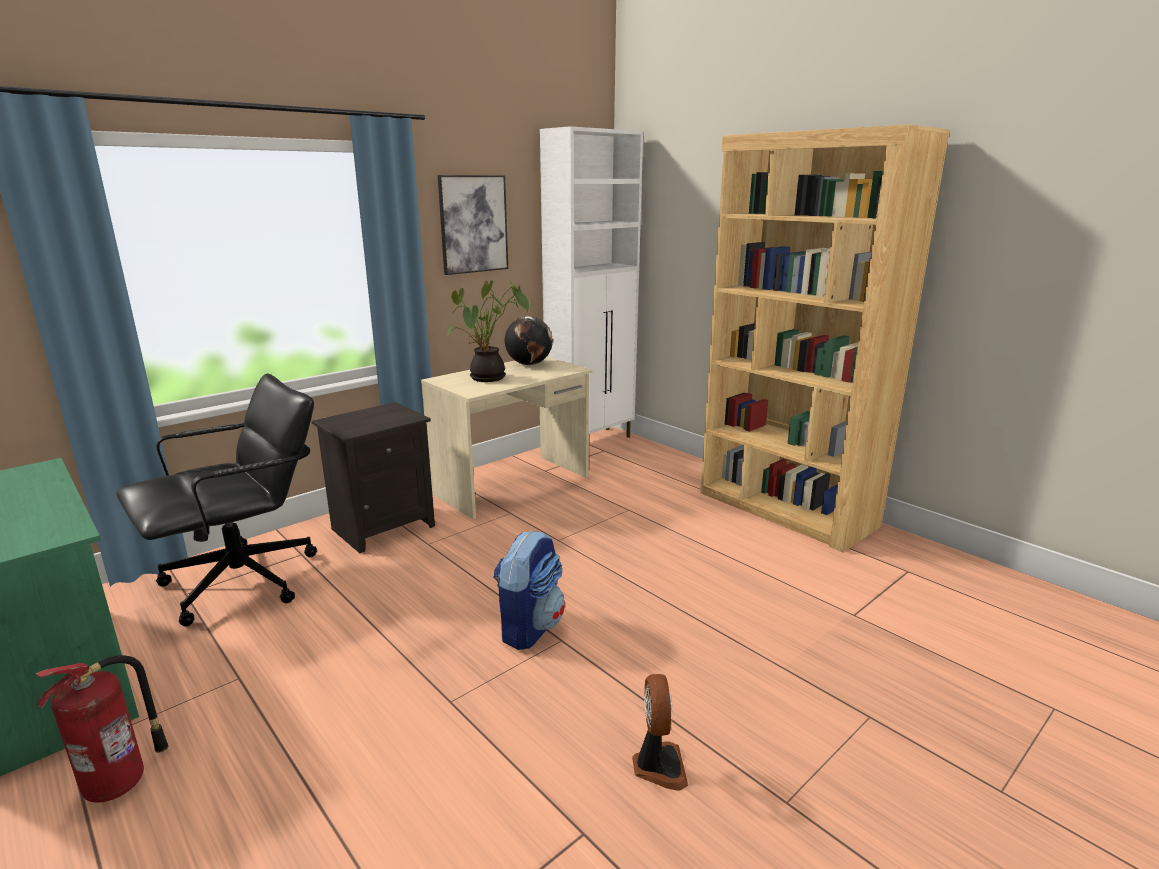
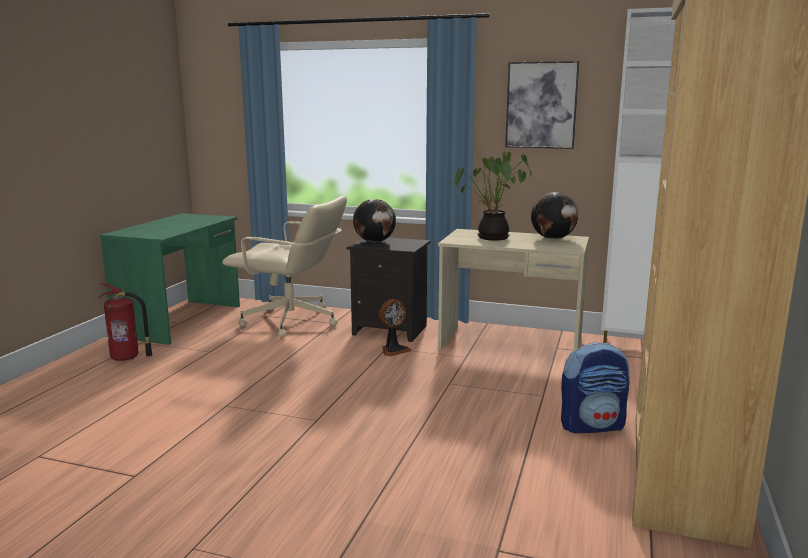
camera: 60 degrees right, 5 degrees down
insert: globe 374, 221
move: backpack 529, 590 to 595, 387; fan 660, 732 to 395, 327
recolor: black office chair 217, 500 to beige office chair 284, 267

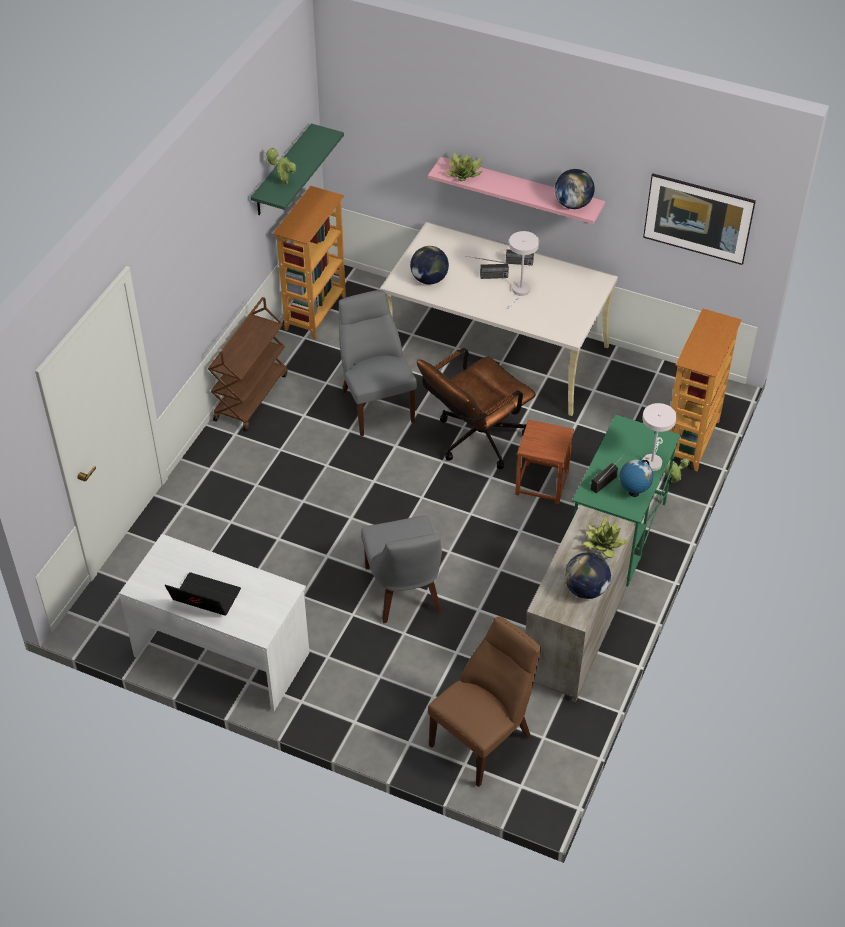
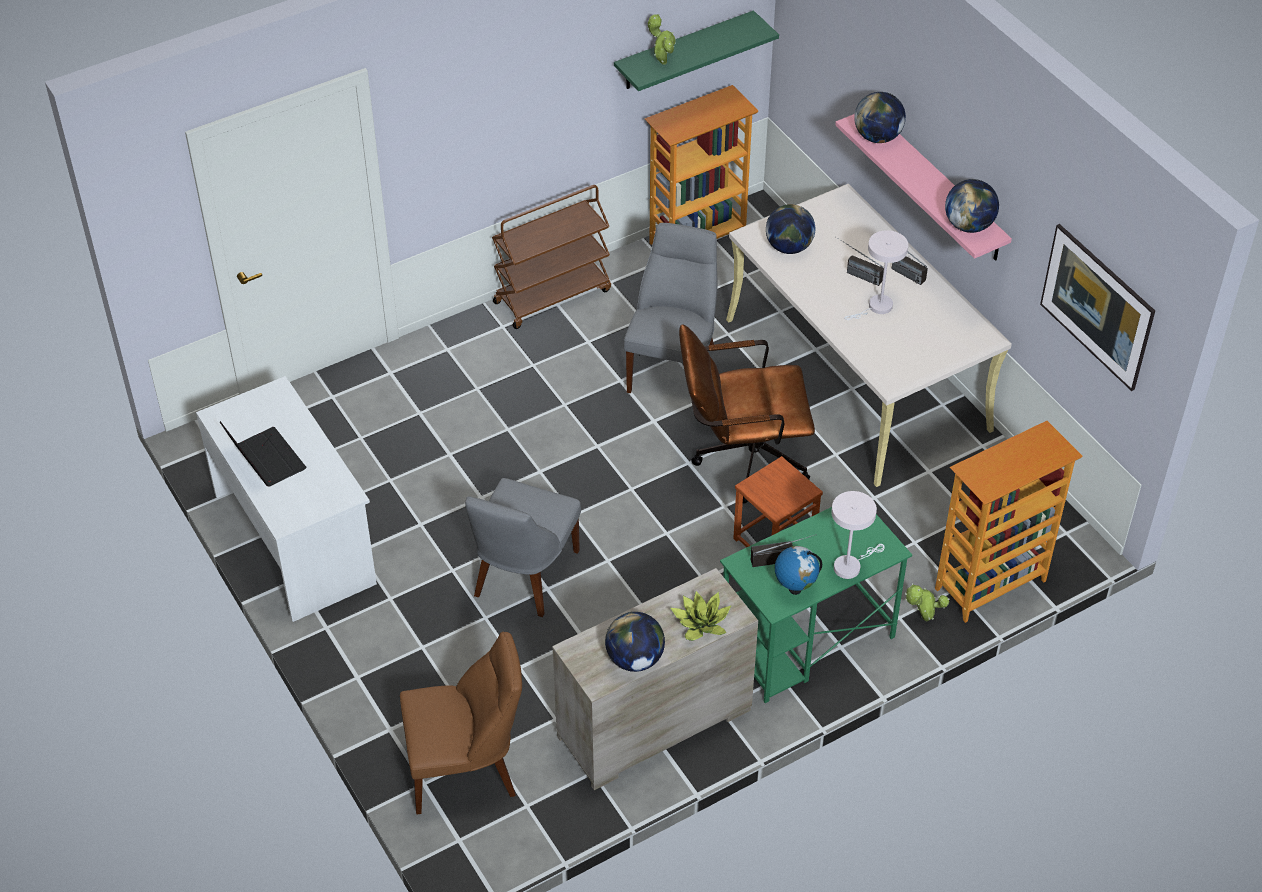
camera: 35 degrees right, 0 degrees up
replace: potted plant 463, 166 to globe 880, 117

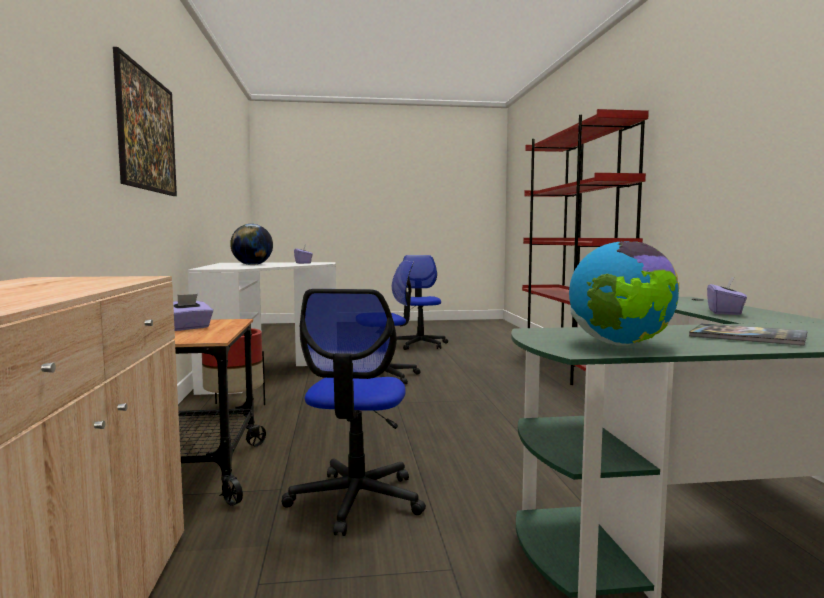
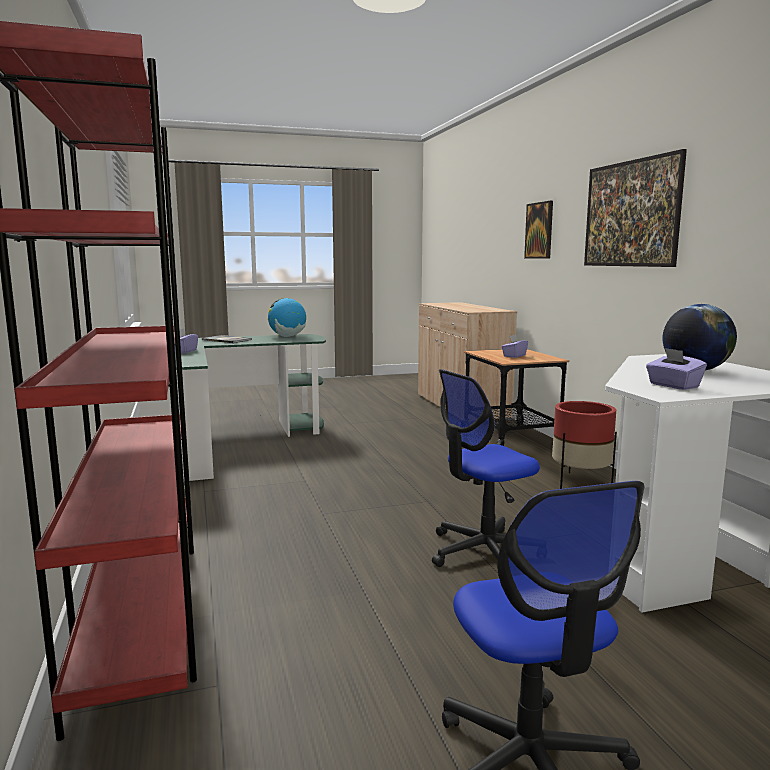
camera: 170 degrees right, 5 degrees up
delete: office chair 354, 412
insert: picture 538, 230

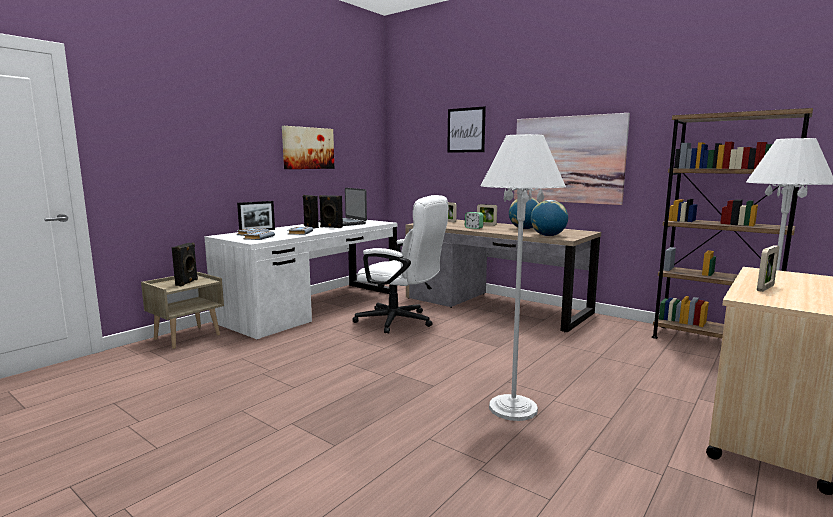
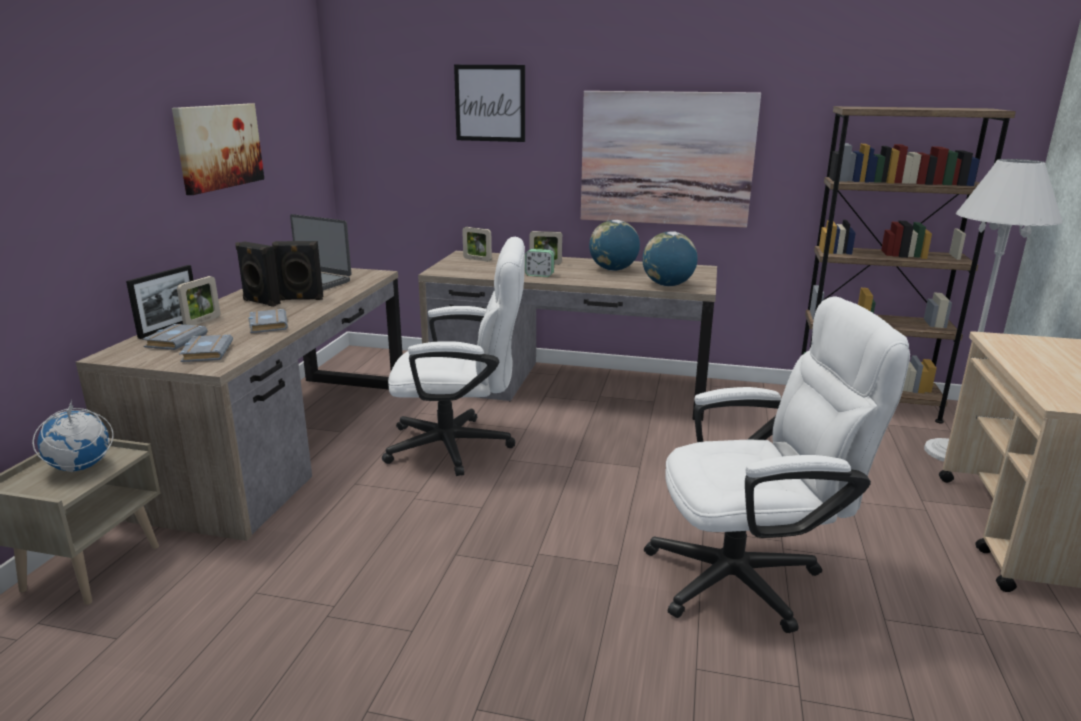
camera: 25 degrees left, 10 degrees up
move: picture frame 768, 268 to 198, 300
replace: white floor lamp 523, 277 to white office chair 777, 464; black speaker 185, 264 to globe 72, 436
recolor: white desk 300, 279 to brown desk 239, 404

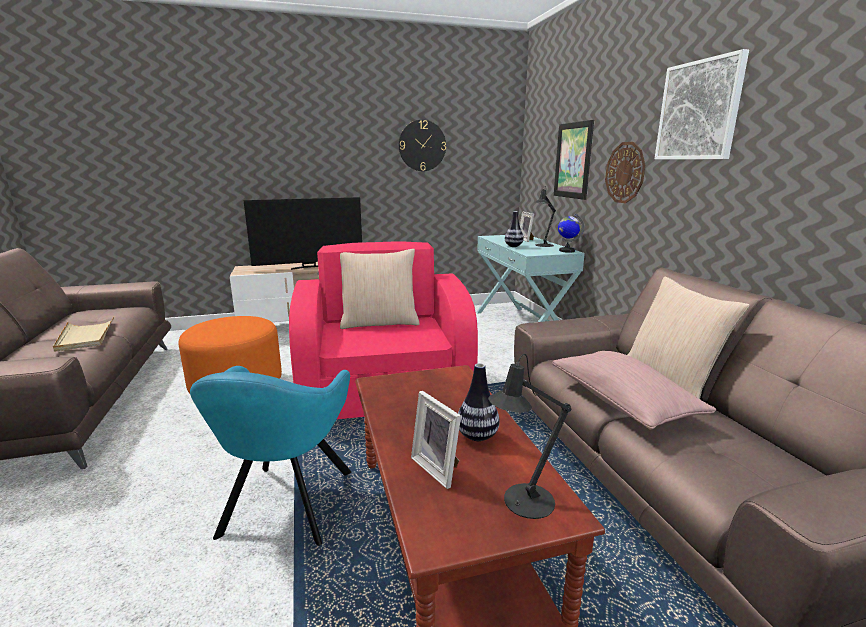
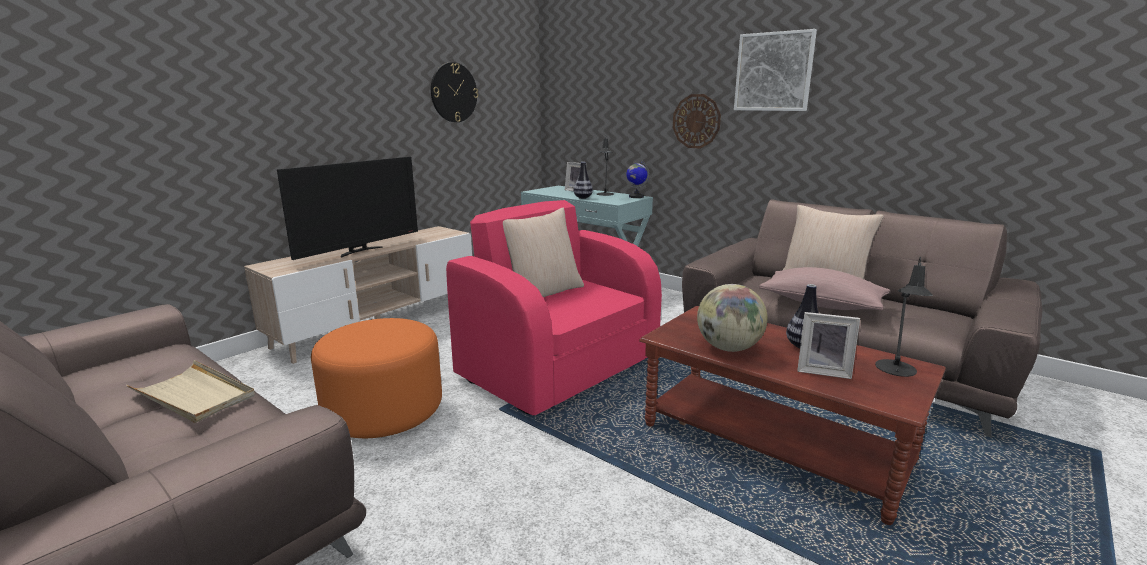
camera: 35 degrees left, 0 degrees up
delete: picture 574, 160; turquoise armchair 270, 456
insert: globe 732, 318

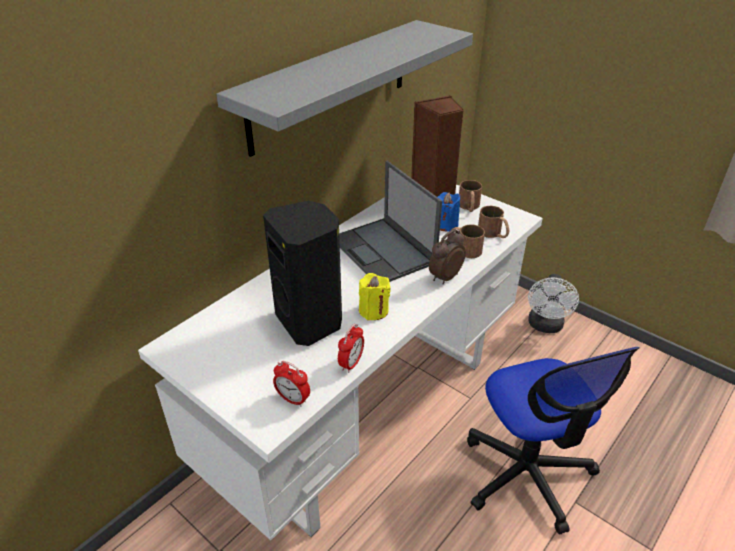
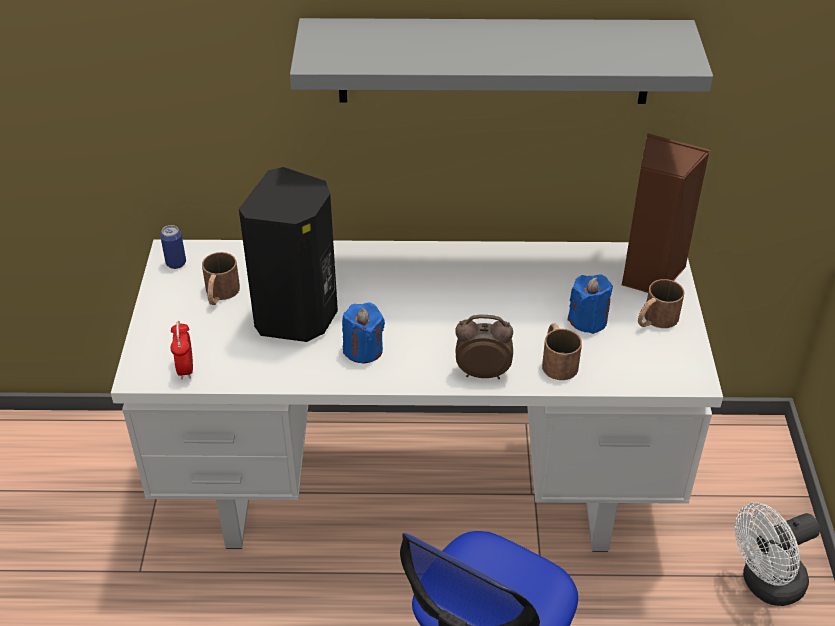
camera: 50 degrees right, 5 degrees up
delete: laptop 390, 221; alarm clock 351, 348
insert: can 173, 247
move: brown mug 493, 222 to 221, 278
recolor: yellow candle 375, 296 to blue candle 363, 332

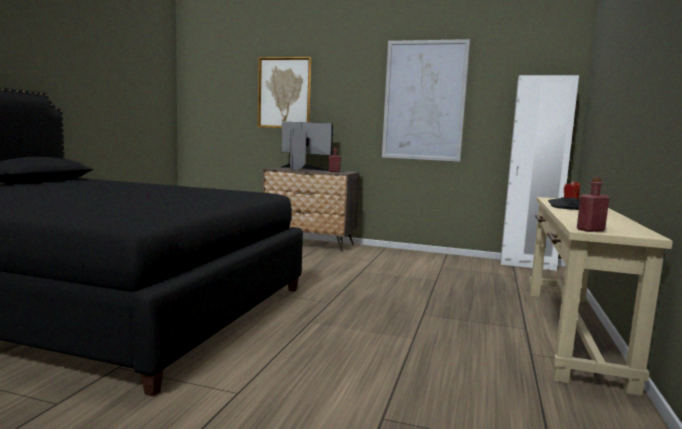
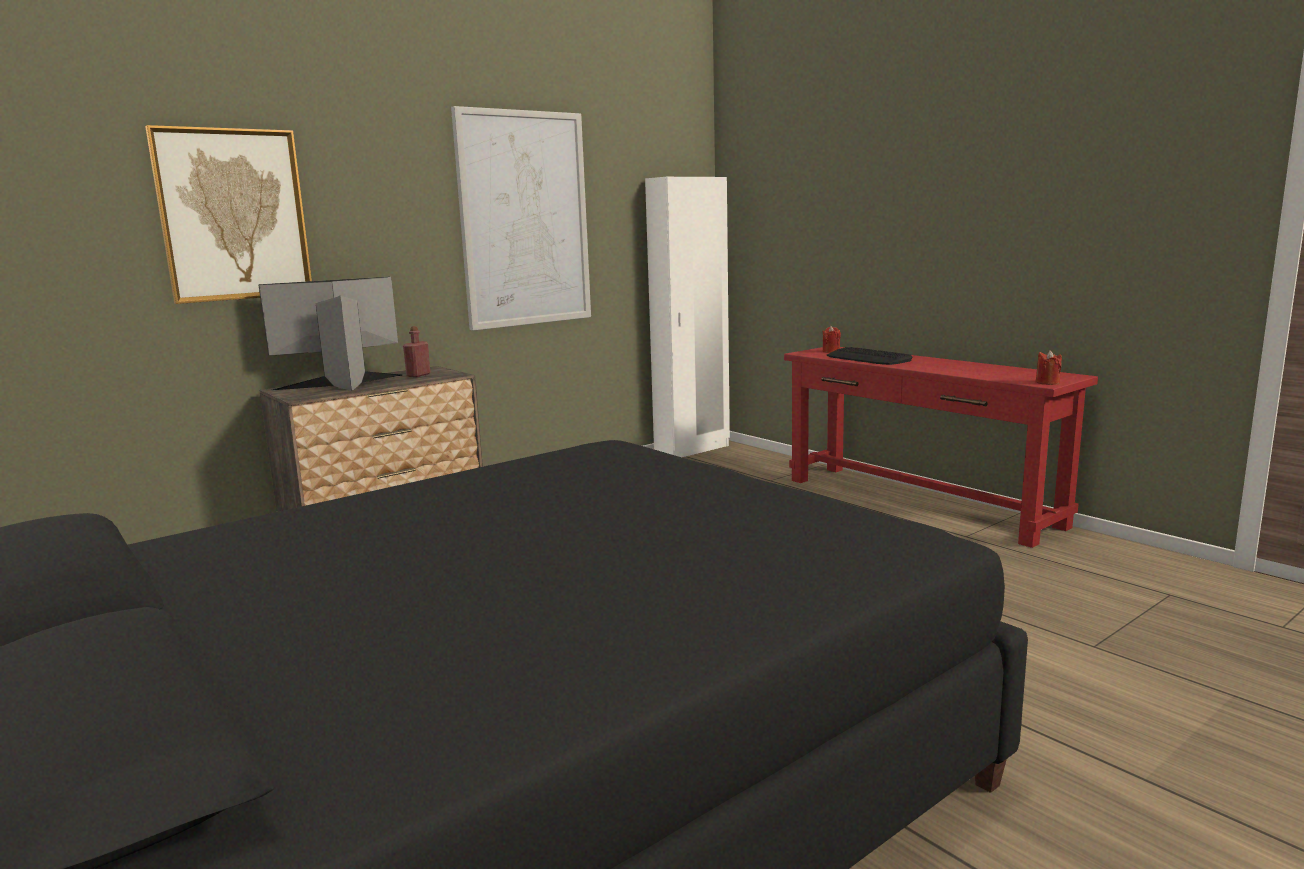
camera: 55 degrees left, 5 degrees up
replace: red bottle 593, 204 to red candle 1049, 367
recolor: beige console table 601, 296 to red console table 941, 447

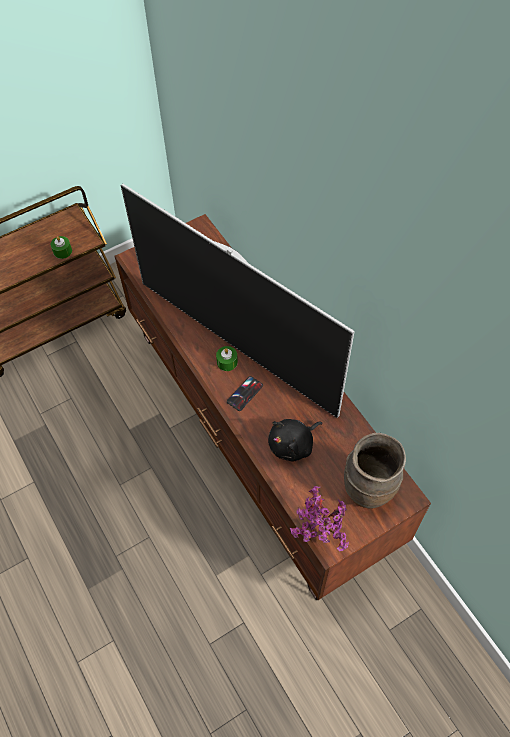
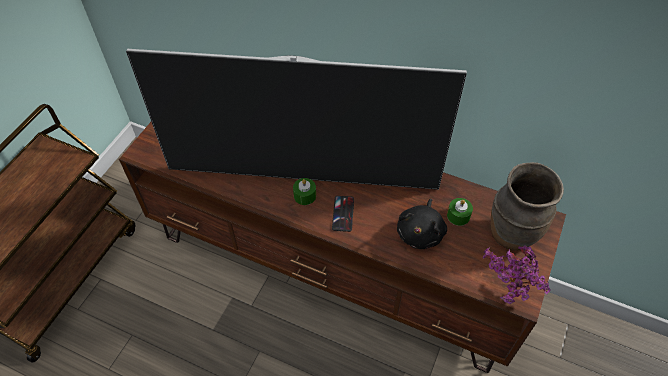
camera: 35 degrees left, 5 degrees down
move: green candle 61, 247 to 460, 212

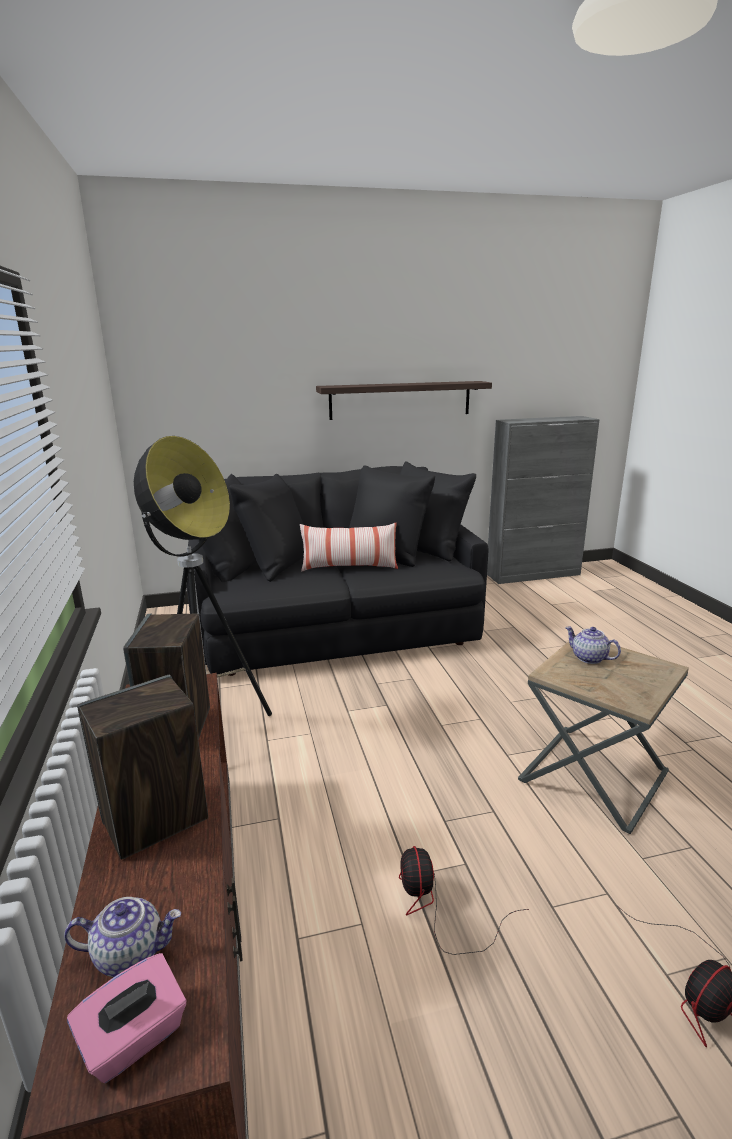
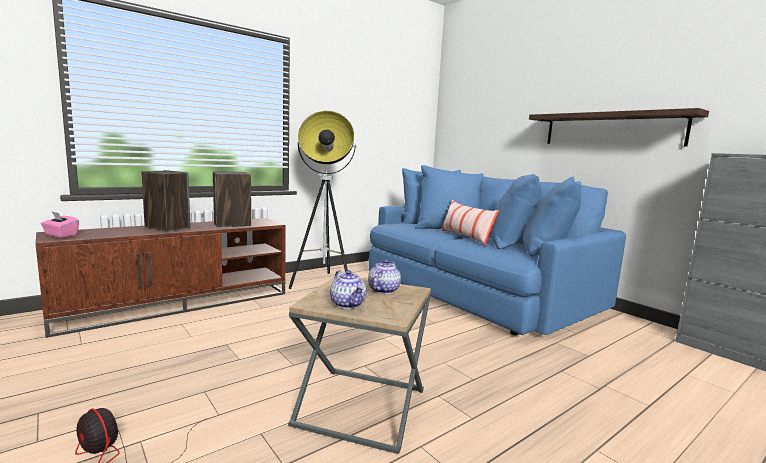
camera: 65 degrees right, 10 degrees down
delete: fan 464, 900
move: teapot 122, 937 to 348, 289
recolor: black sofa 338, 568 to blue sofa 497, 250

